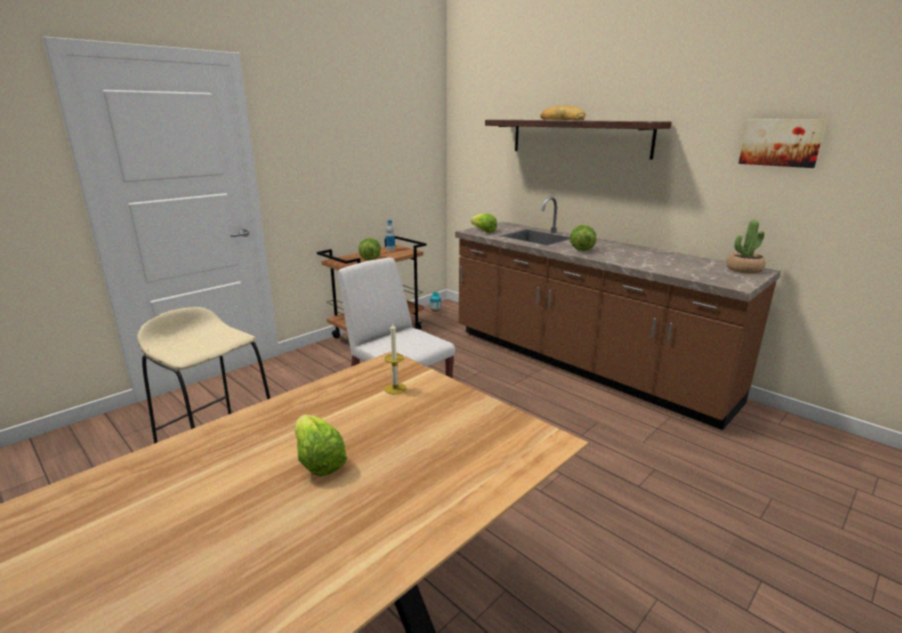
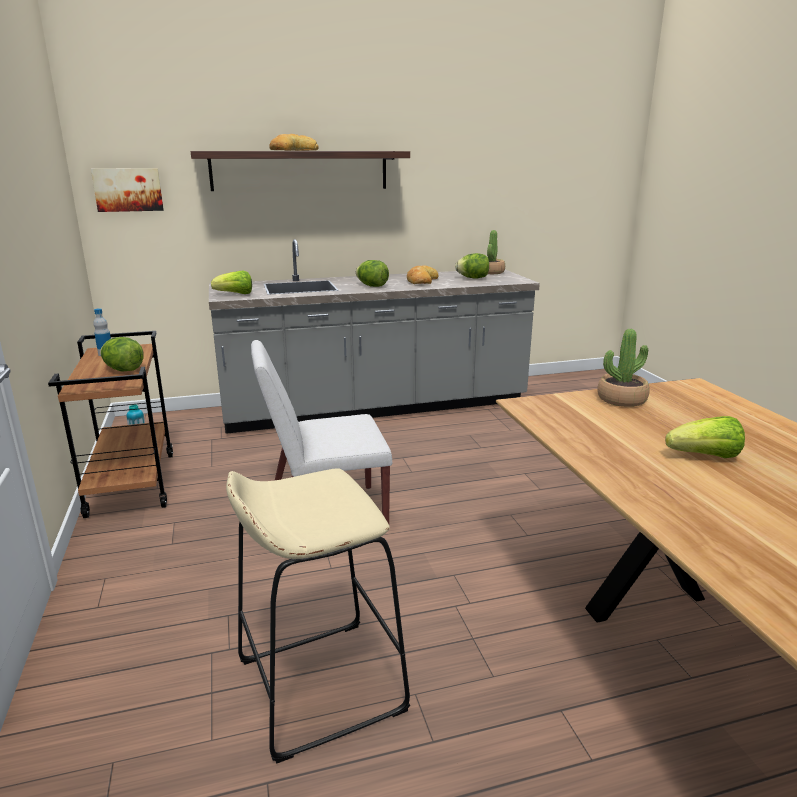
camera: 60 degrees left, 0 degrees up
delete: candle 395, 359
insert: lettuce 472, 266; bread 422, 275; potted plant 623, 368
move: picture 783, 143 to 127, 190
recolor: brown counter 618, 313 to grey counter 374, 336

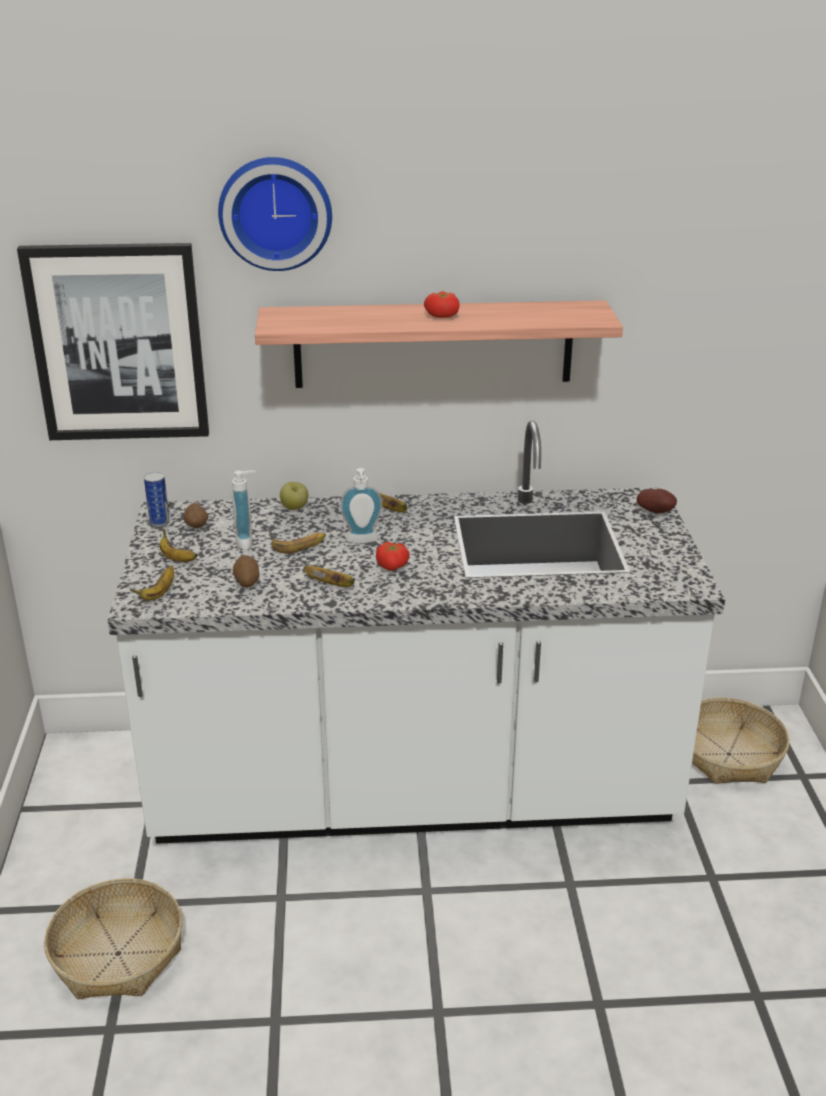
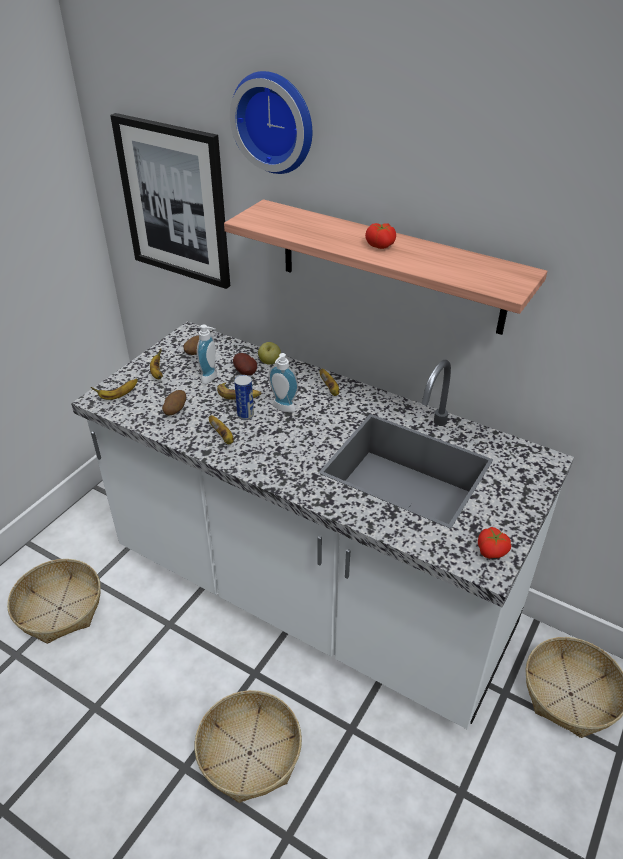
camera: 35 degrees right, 10 degrees up
insert: basket 248, 746
move: can 157, 499 to 244, 397; potato 656, 501 to 245, 364; tomato 393, 556 to 494, 543

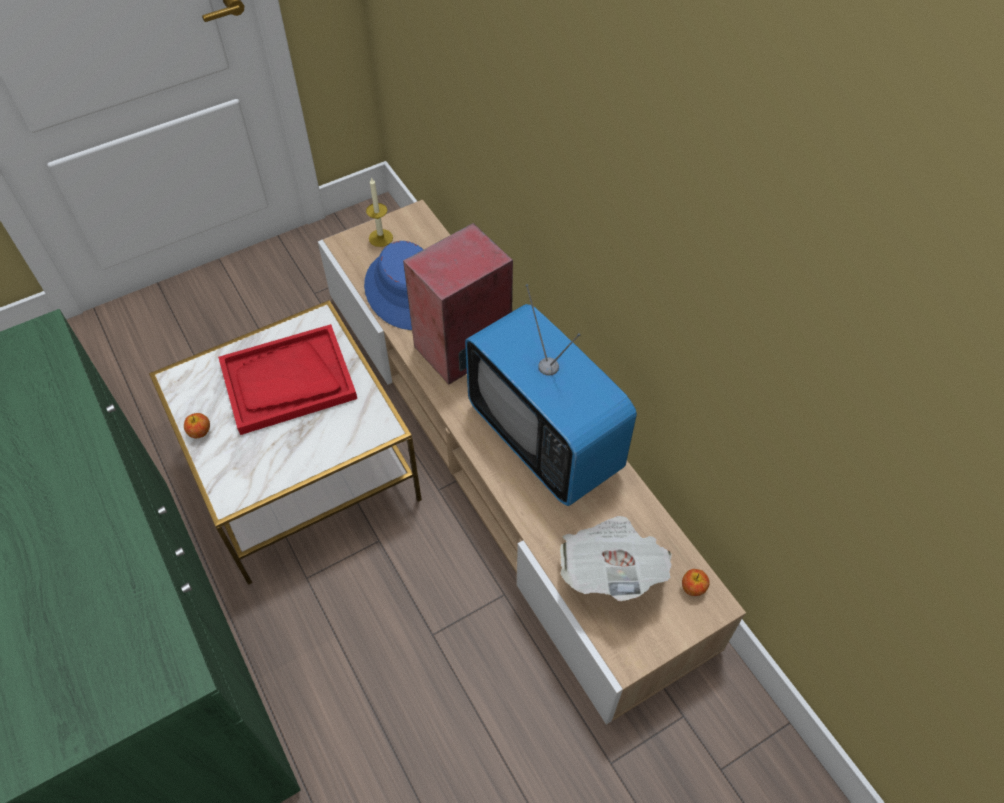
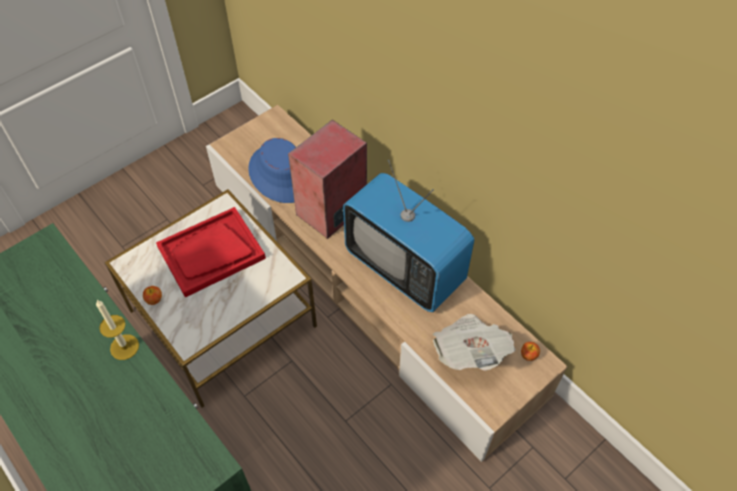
camera: 10 degrees left, 0 degrees up
move: candle 379, 212 to 117, 330

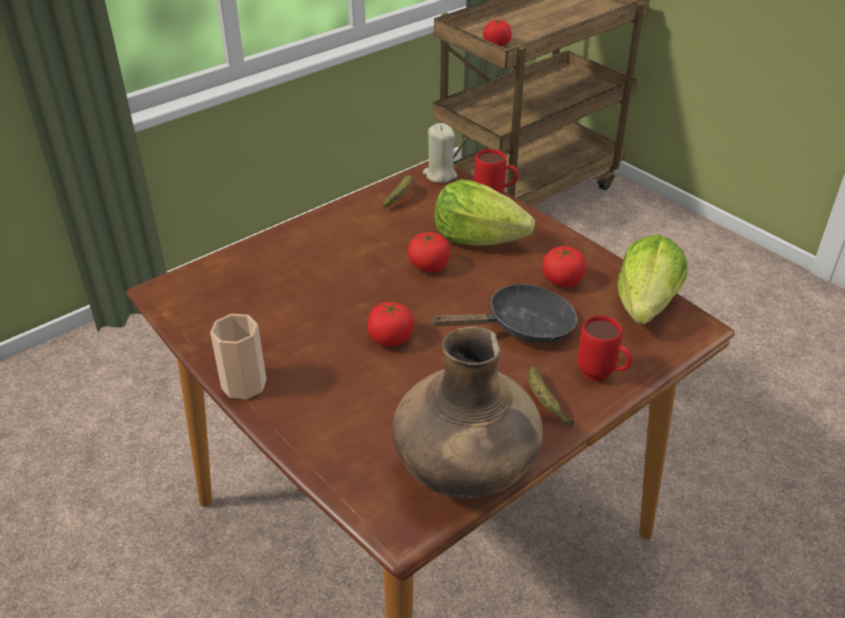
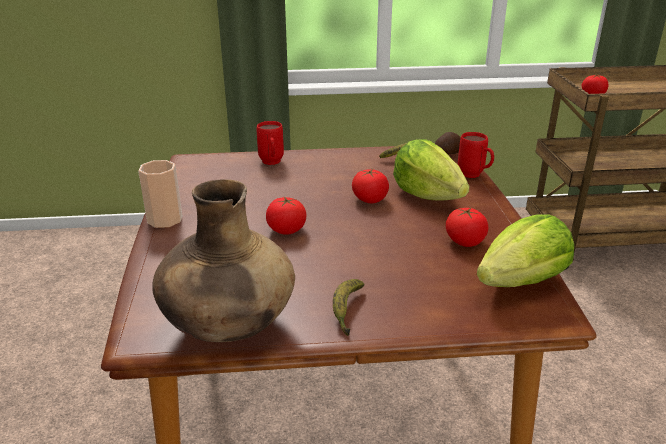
camera: 35 degrees right, 10 degrees down
delete: black frying pan 503, 313
move: red mug 604, 348 to 270, 143
replace: beige candle 440, 153 to potato 448, 143

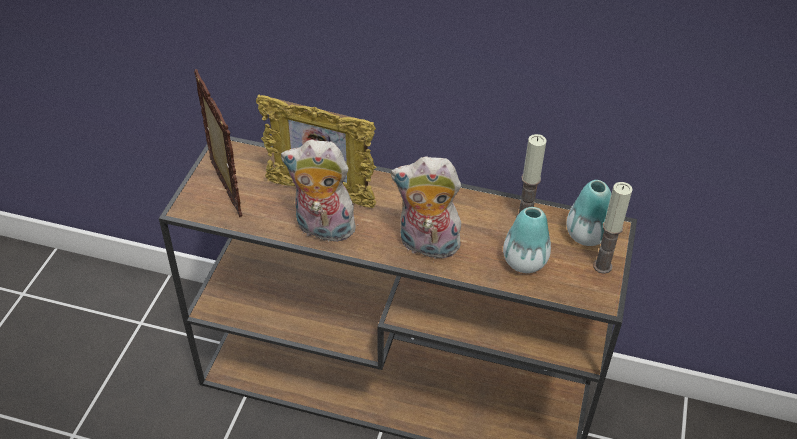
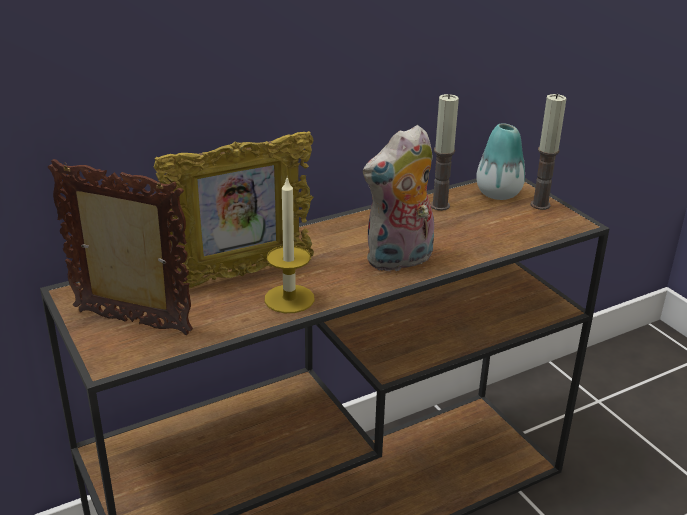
camera: 45 degrees left, 15 degrees down
delete: vase 527, 240
replace: plush toy 319, 191 to candle 290, 245

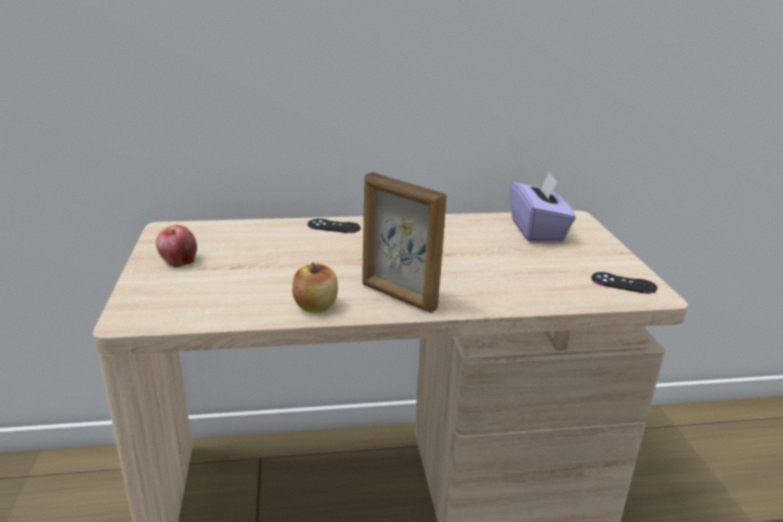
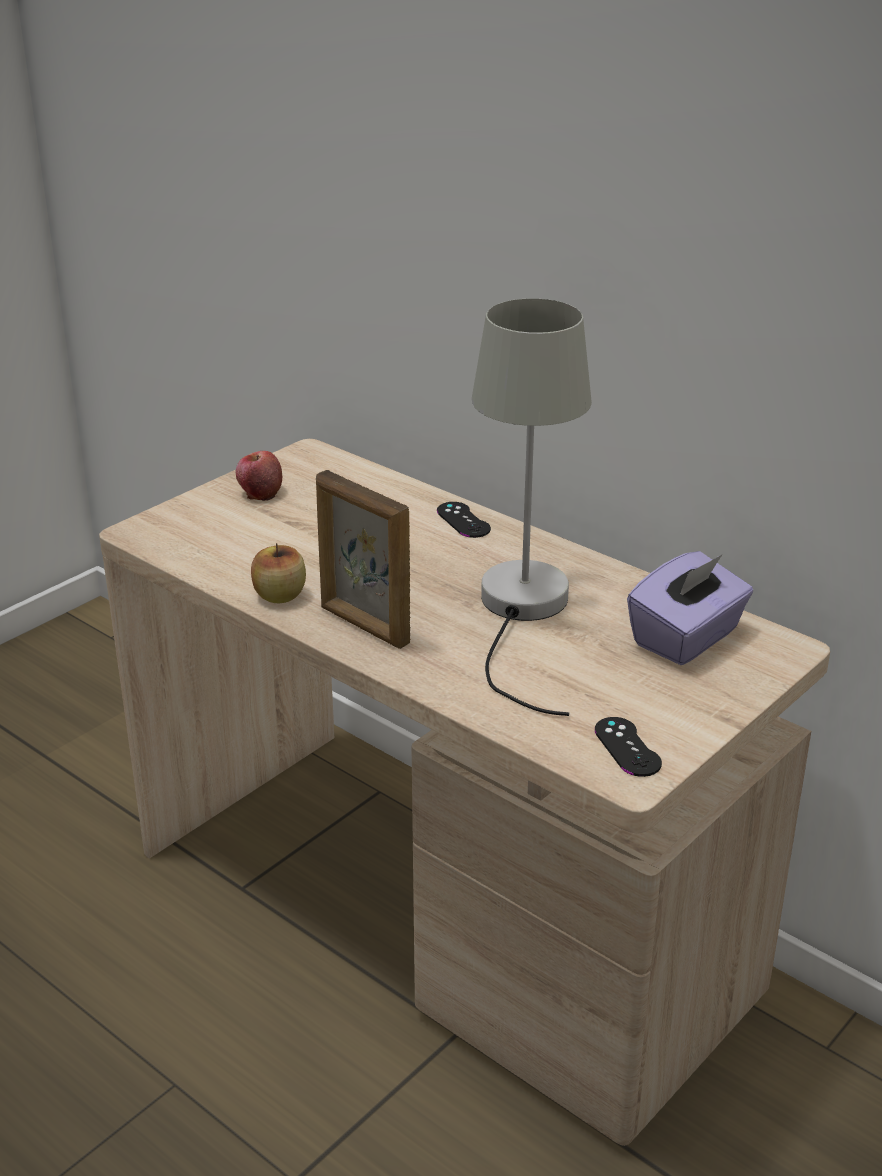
camera: 50 degrees right, 5 degrees up
insert: grey table lamp 532, 507
rotate: picture frame 404, 242 = 363, 559 45 degrees counterclockwise

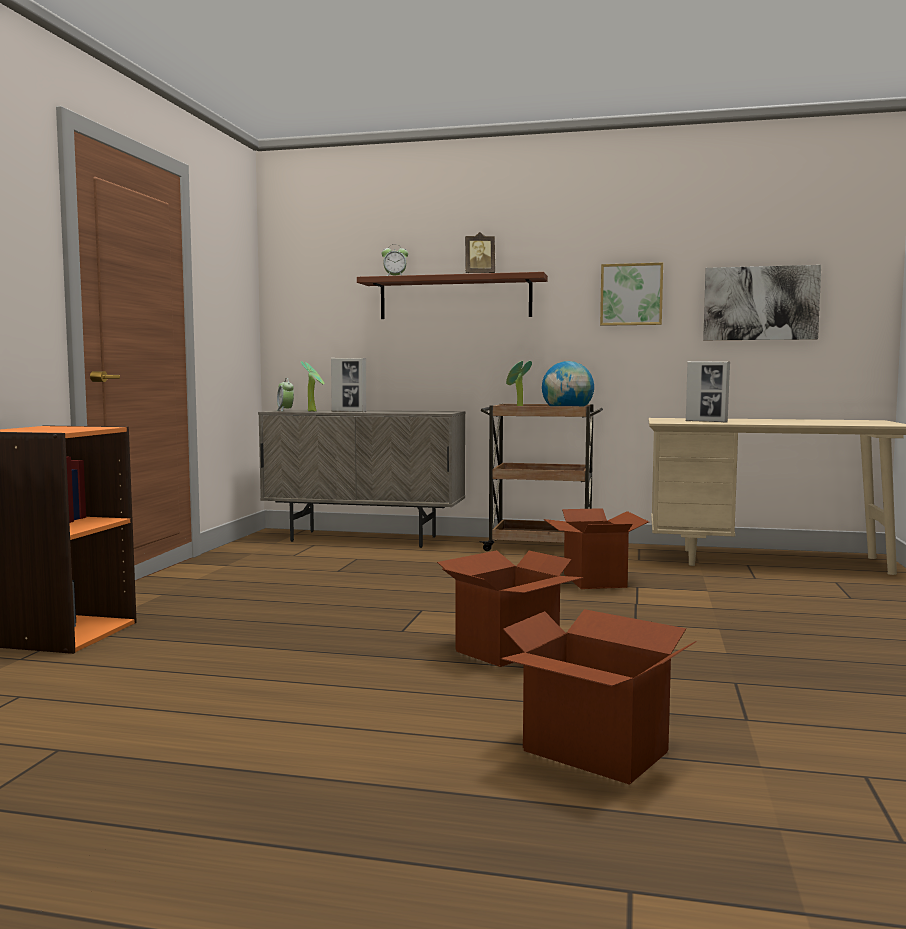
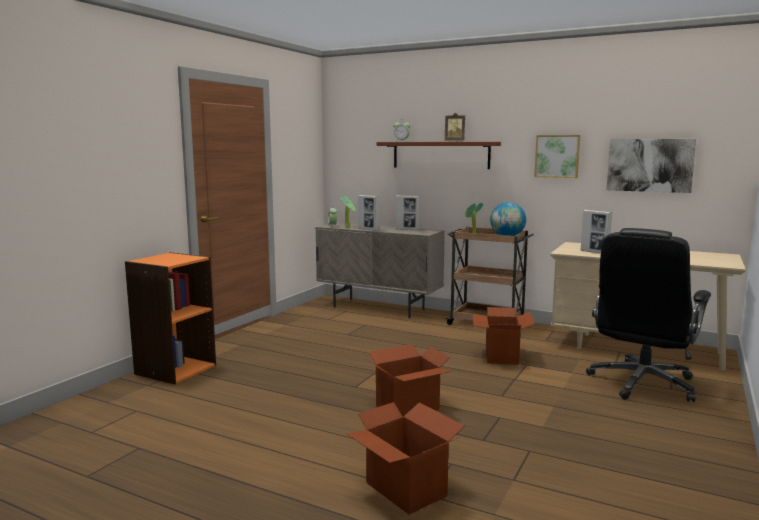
camera: 15 degrees right, 5 degrees up
insert: picture frame 408, 212; black office chair 648, 315

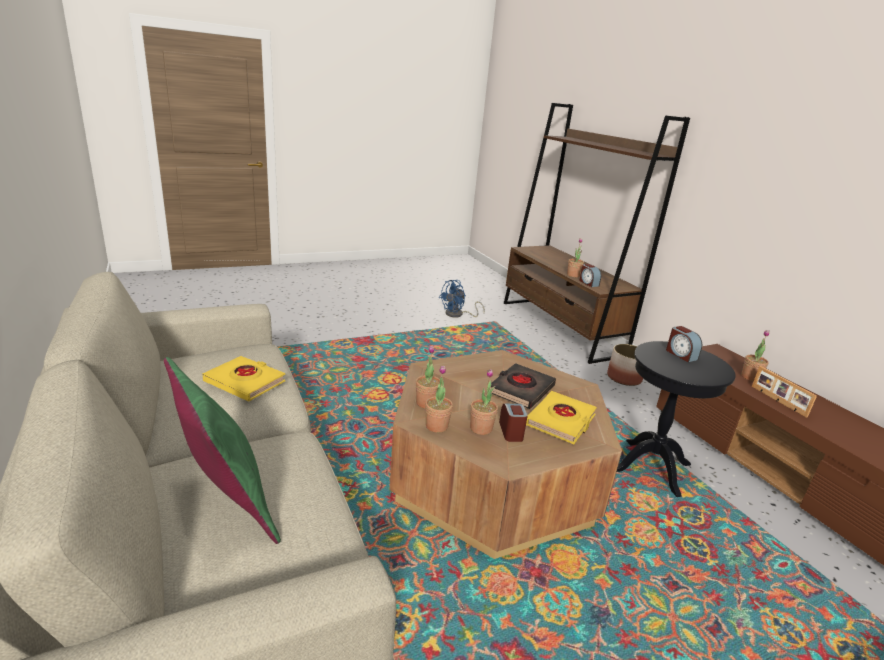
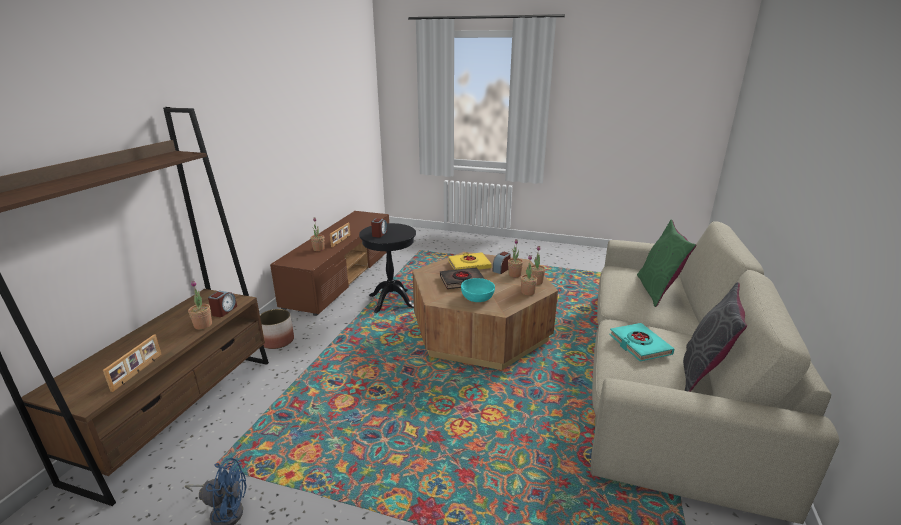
camera: 135 degrees left, 0 degrees up
insert: turquoise bowl 478, 290; grey pillow 715, 337; picture frame 132, 363
recolor: yellow book 243, 379 to turquoise book 642, 342

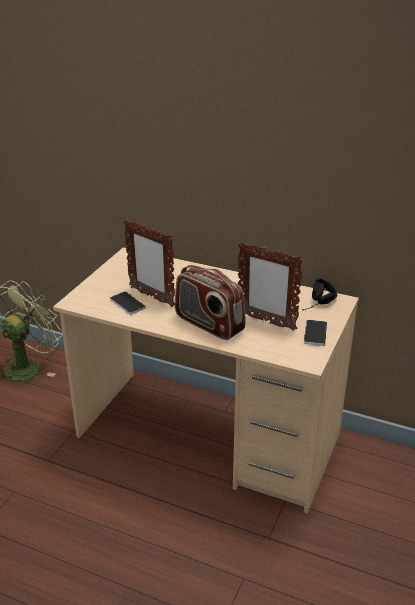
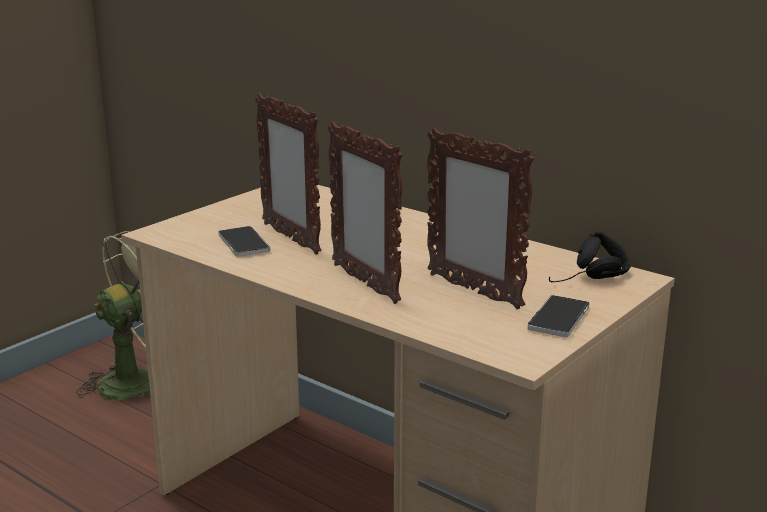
camera: 15 degrees right, 10 degrees down
replace: radio 210, 302 to picture frame 365, 212

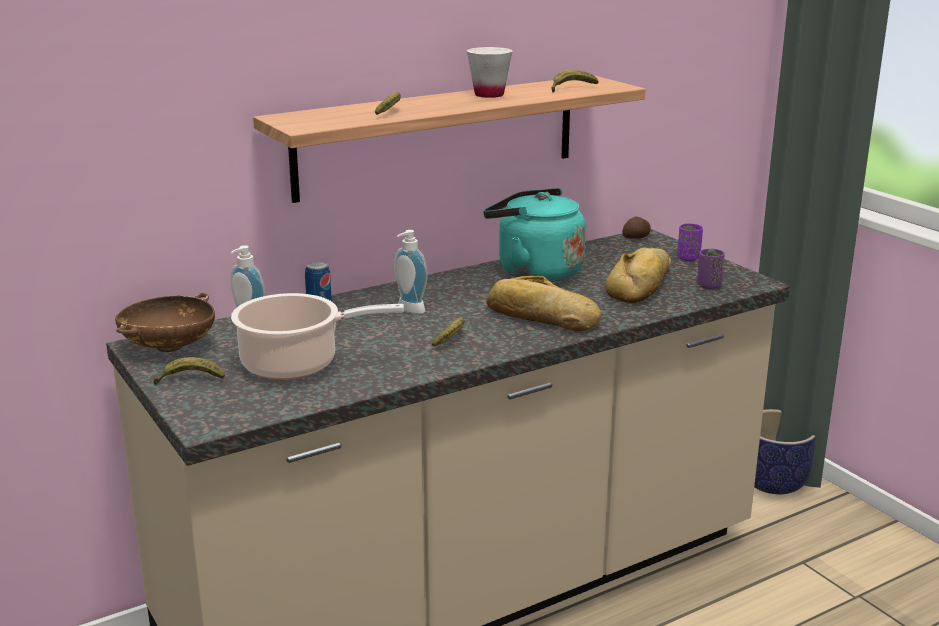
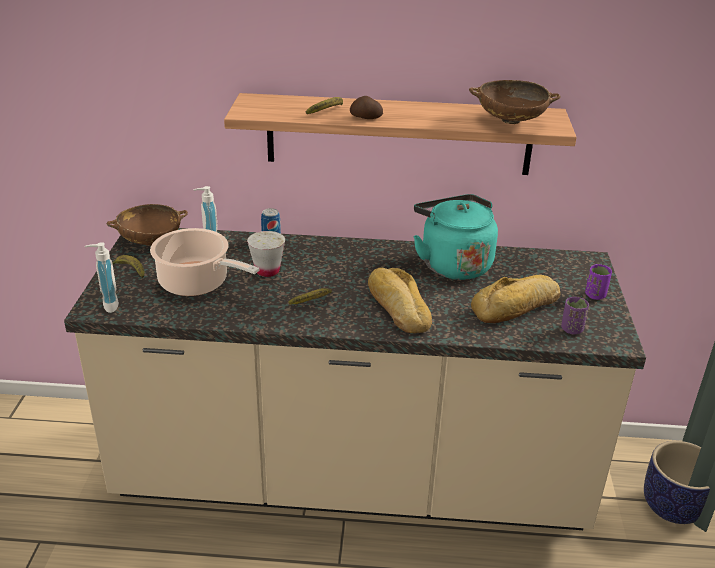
camera: 35 degrees right, 10 degrees up
move: white cup 490, 72 to 266, 254; potato 636, 227 to 366, 107; soap dispenser 411, 272 to 102, 277
replace: banana 575, 81 to brown bowl 515, 102

